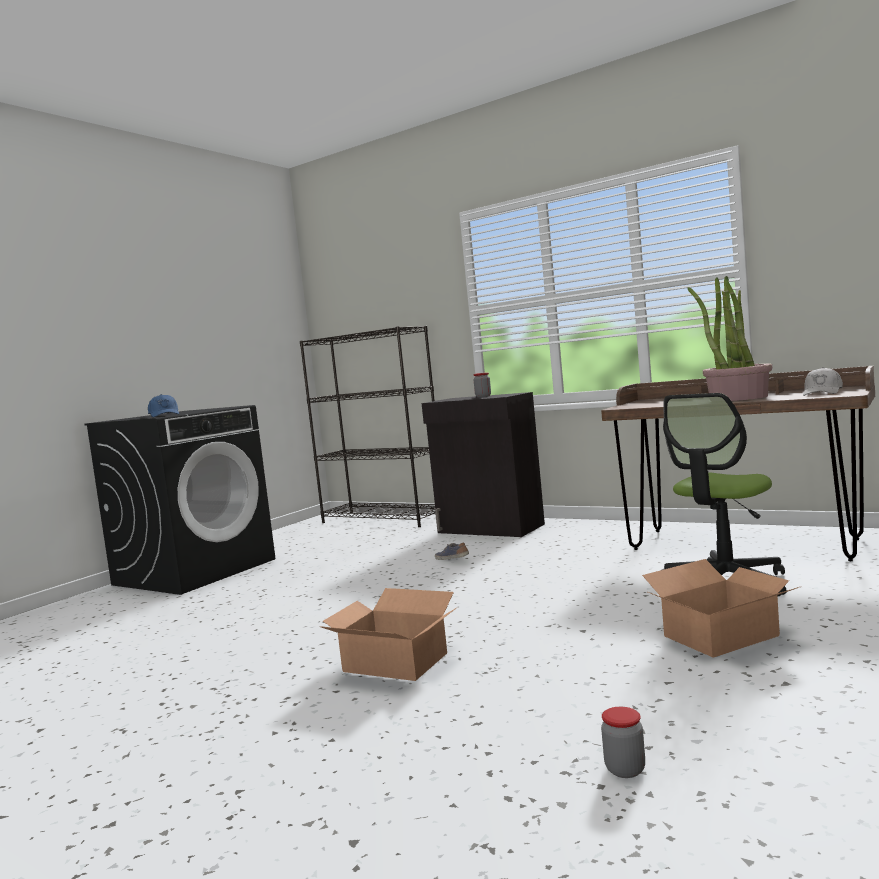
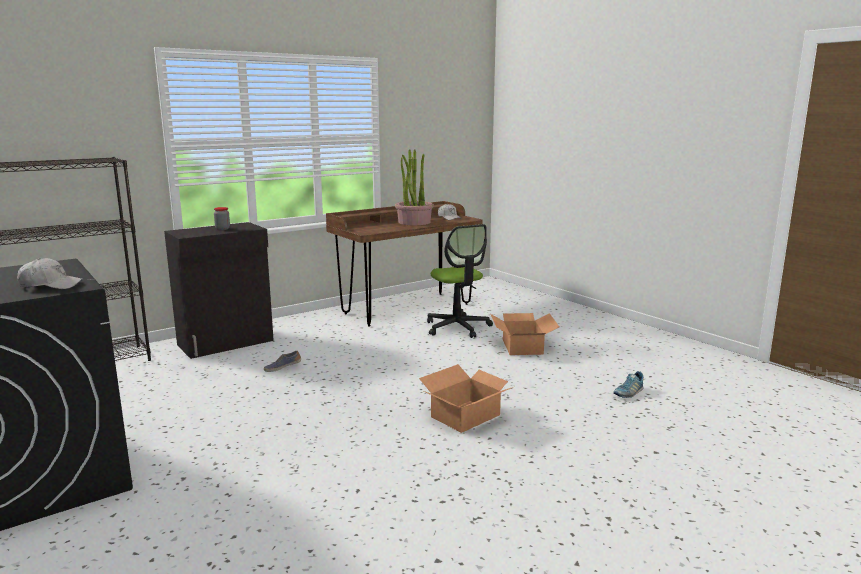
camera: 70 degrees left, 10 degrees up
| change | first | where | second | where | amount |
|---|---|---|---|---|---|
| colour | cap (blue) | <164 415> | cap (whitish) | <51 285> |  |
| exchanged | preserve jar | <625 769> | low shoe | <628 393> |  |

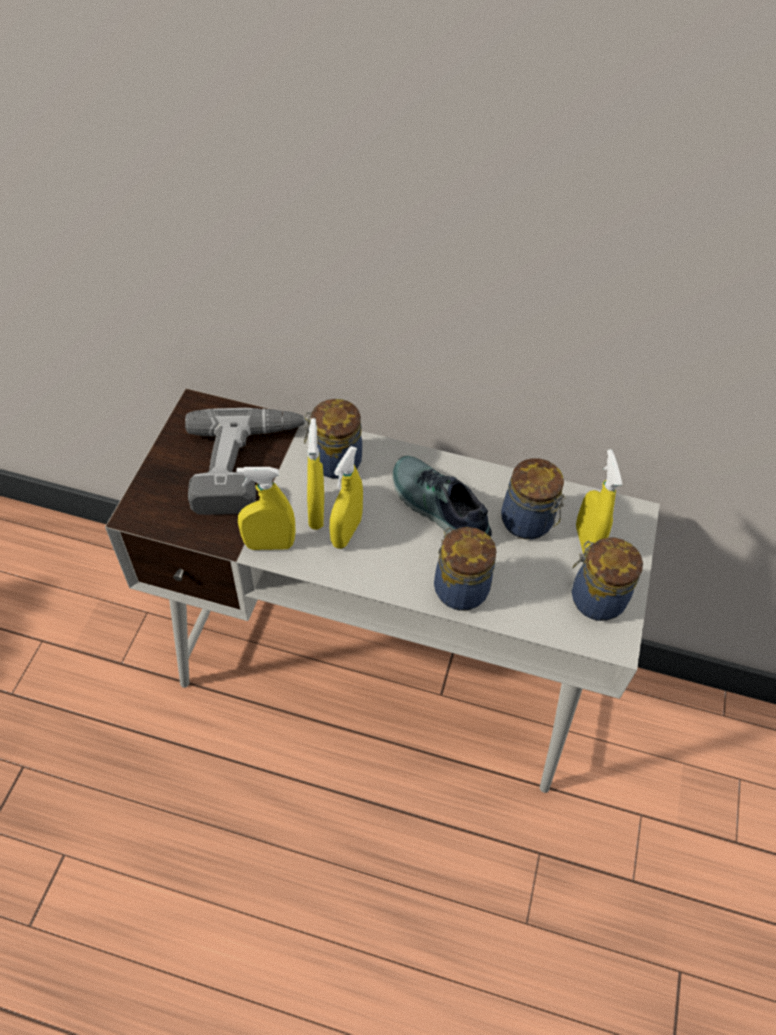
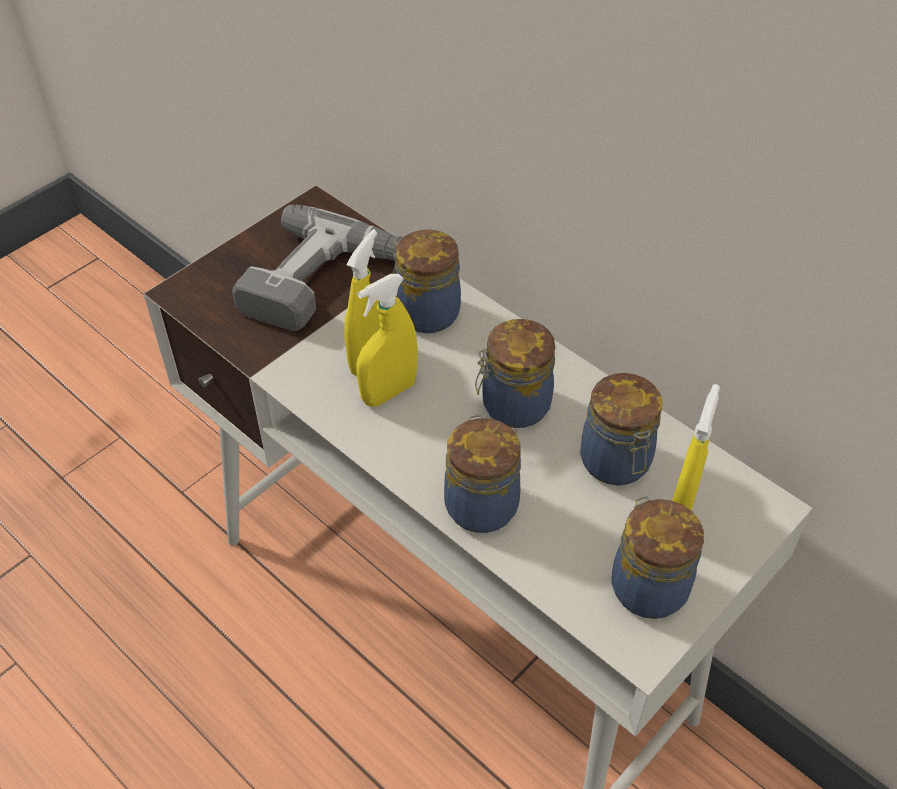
camera: 30 degrees right, 5 degrees down
| change | first | where | second | where | amount |
|---|---|---|---|---|---|
| exchanged | low shoe | <437 508> | preserve jar | <512 406> |  |
| missing | spray bottle (yellow) | <269 544> |  |  |  |

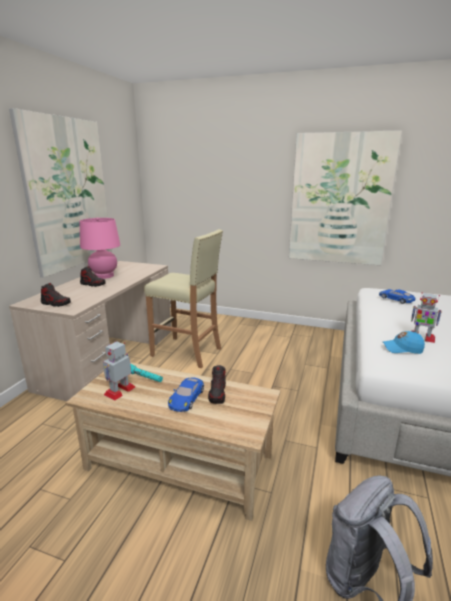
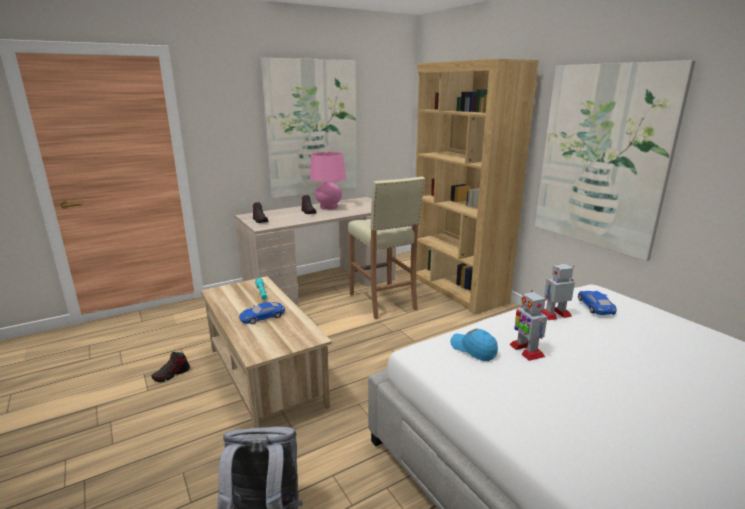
camera: 40 degrees right, 0 degrees up
| change | first | where | second | where | amount |
|---|---|---|---|---|---|
| relocated | model robot | <120 390> |  | <555 314> |  |
| relocated | low shoe | <218 393> |  | <171 374> |  |
| appeared |  |  | bookcase (brownish) | <457 289> |  |

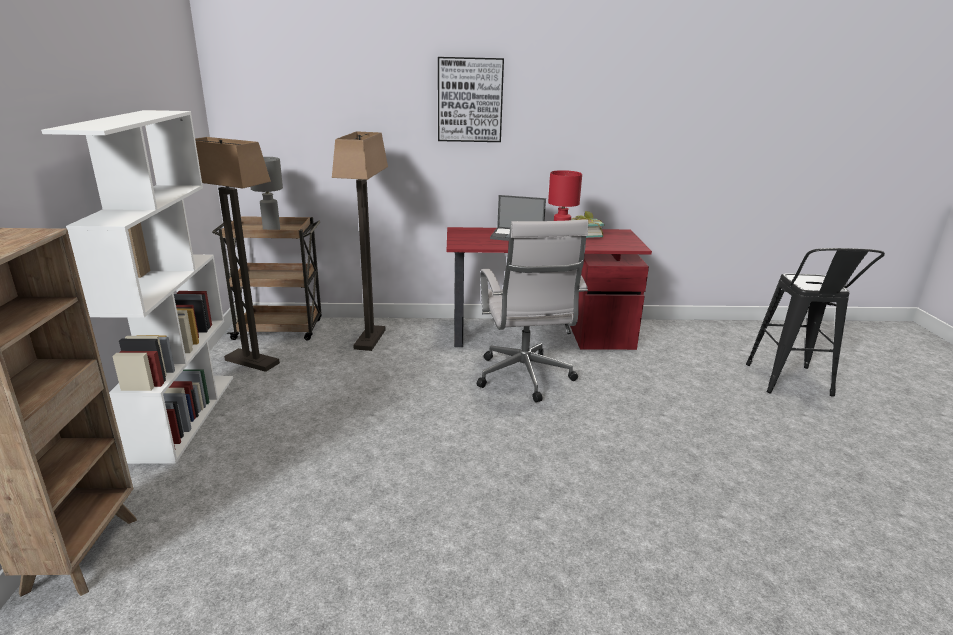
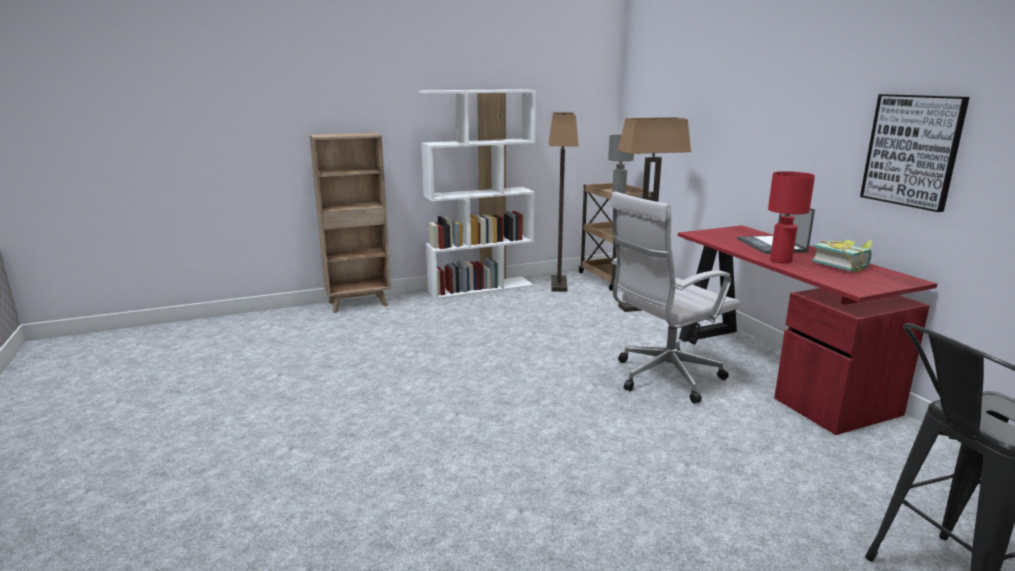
camera: 70 degrees right, 5 degrees down
| change | first | where | second | where | amount |
|---|---|---|---|---|---|
| relocated | picture | <470 100> |  | <912 150> |  |

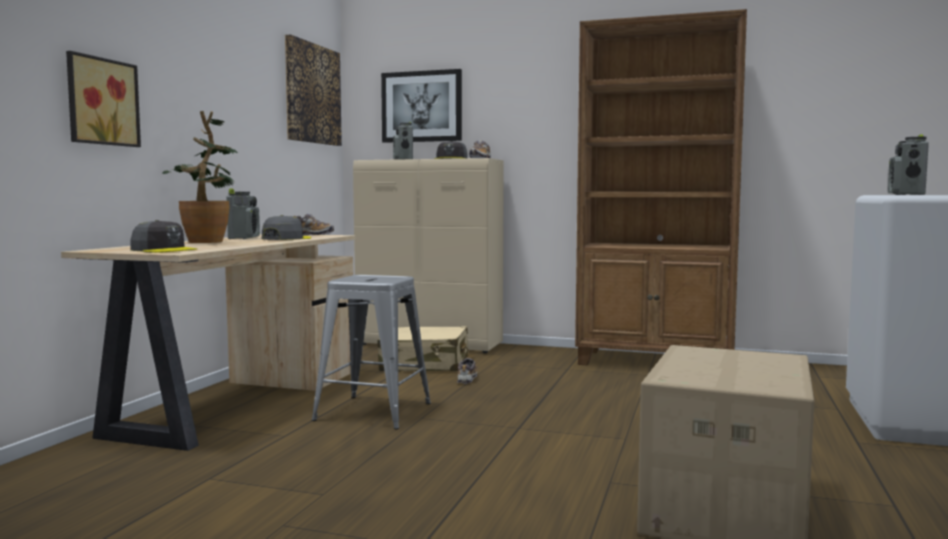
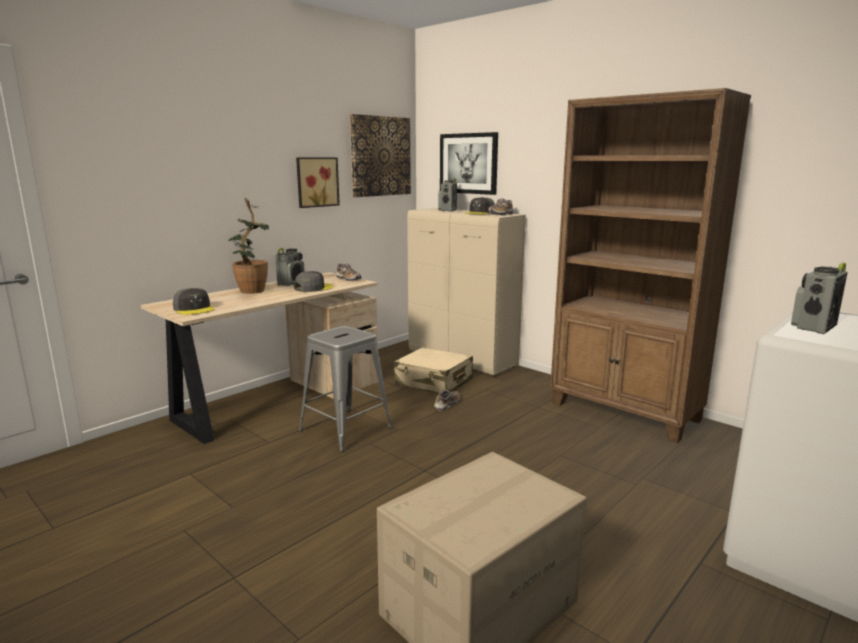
camera: 25 degrees right, 10 degrees up
| change | first | where | second | where | amount |
|---|---|---|---|---|---|
| relocated | picture | <100 102> |  | <316 182> |  |

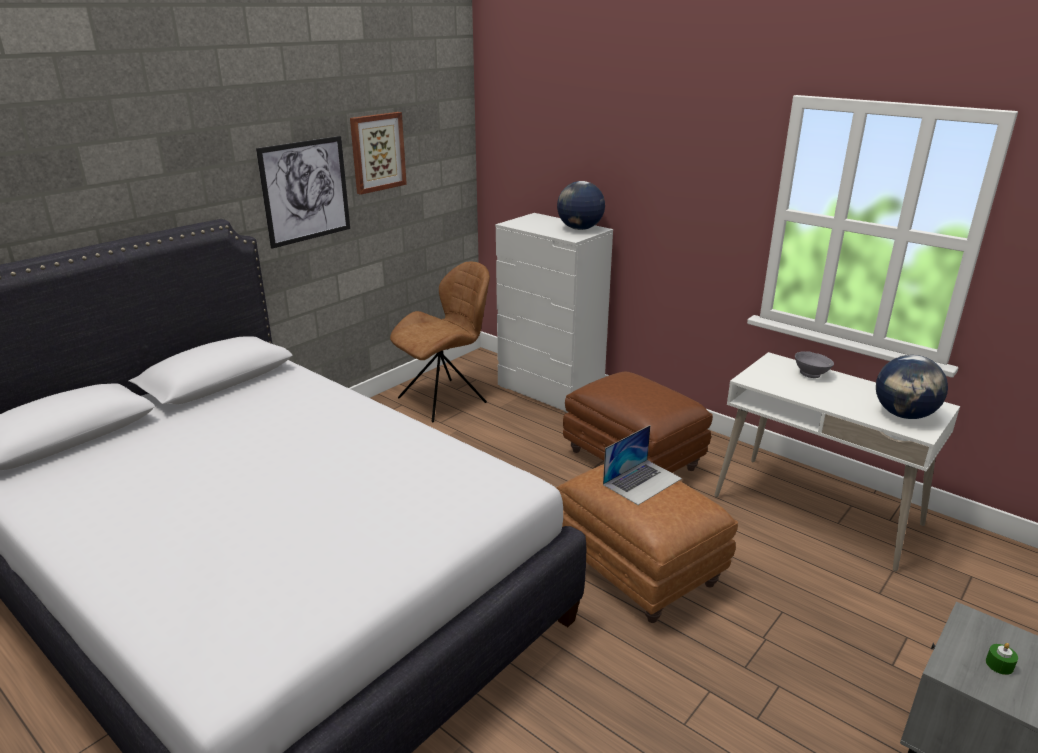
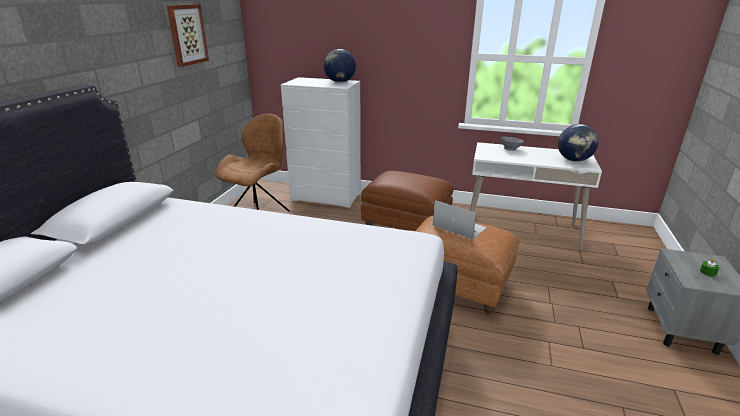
camera: 25 degrees left, 0 degrees up
| change | first | where | second | where | amount |
|---|---|---|---|---|---|
| missing | picture | <305 191> |  |  |  |
| spun | laptop | <642 481> |  | <459 226> | 75 degrees counterclockwise |

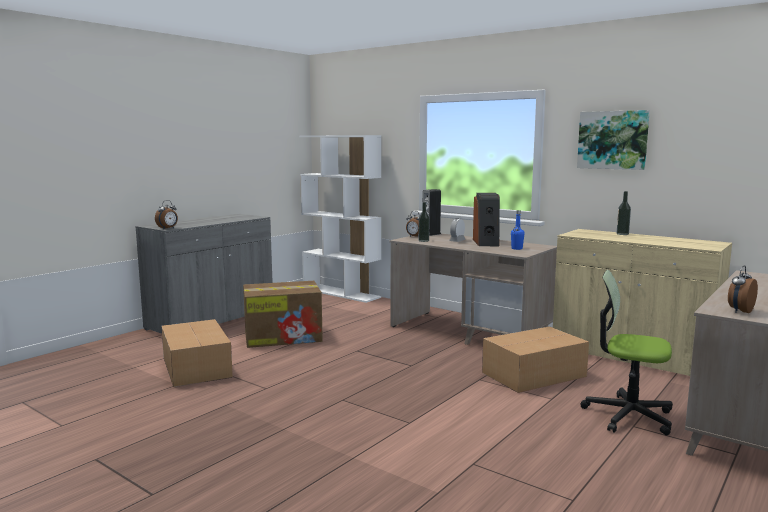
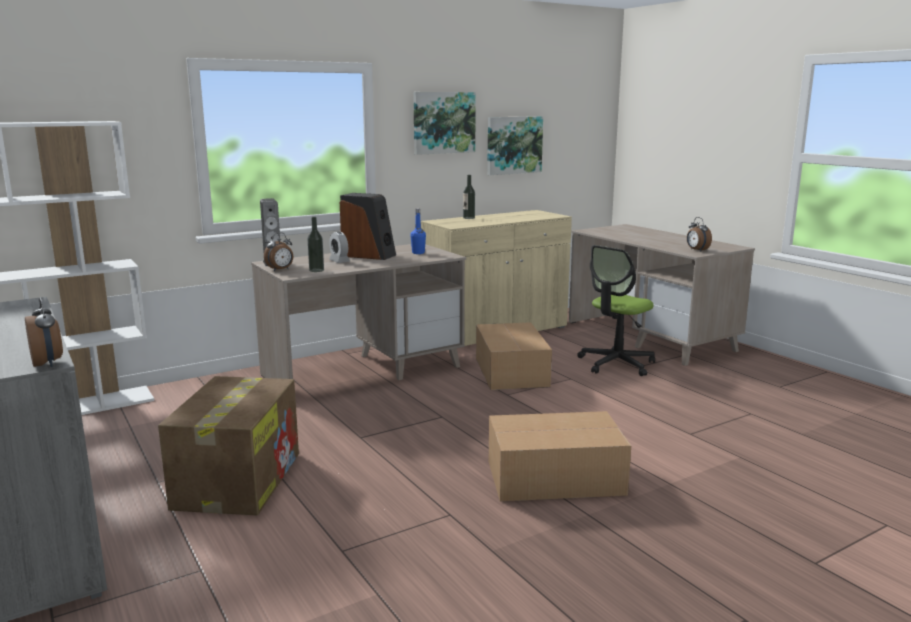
camera: 70 degrees left, 5 degrees up
| change | first | where | second | where | amount |
|---|---|---|---|---|---|
| relocated | cardboard box | <197 366> |  | <552 477> |  |
| appeared |  |  | picture | <513 145> |  |

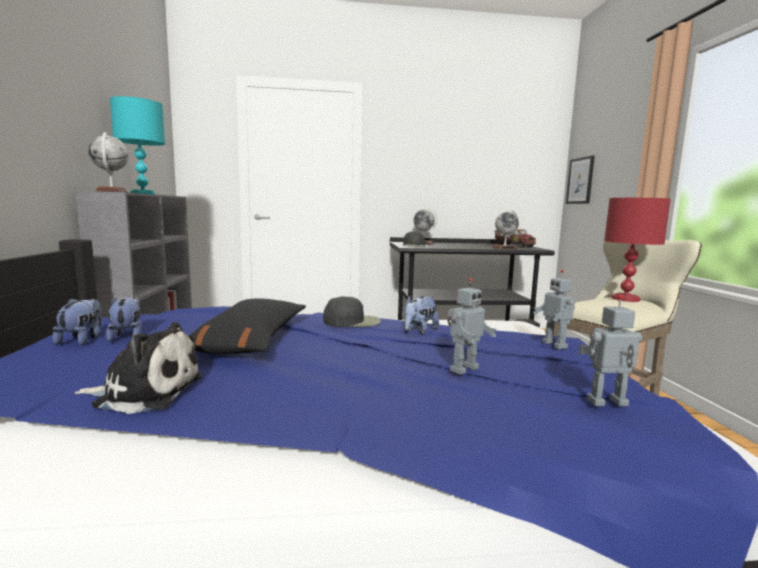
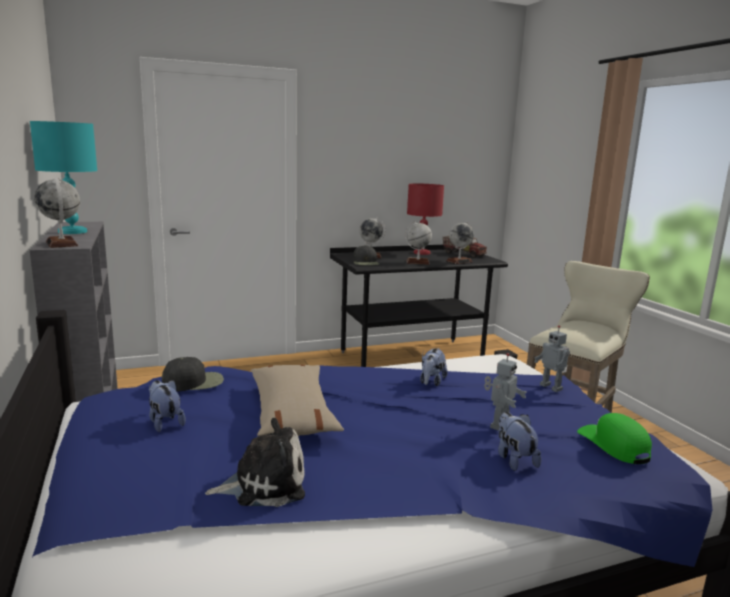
camera: 15 degrees left, 5 degrees up
| change | first | where | second | where | amount |
|---|---|---|---|---|---|
| missing | picture | <580 181> |  |  |  |
| relocated | tabletop lamp (red) | <626 299> |  | <422 253> |  |
| exchanged | model robot | <608 403> | cap (green) | <614 445> |  |
| relocated | cap (black-coloured) | <352 321> |  | <194 382> |  |
| relocated | cuddly toy | <82 340> |  | <514 459> |  |
| colour | throw pillow (black-coloured) | <250 340> | throw pillow (beige) | <292 413> |  |
| appeared |  |  | world globe | <417 262> |  |

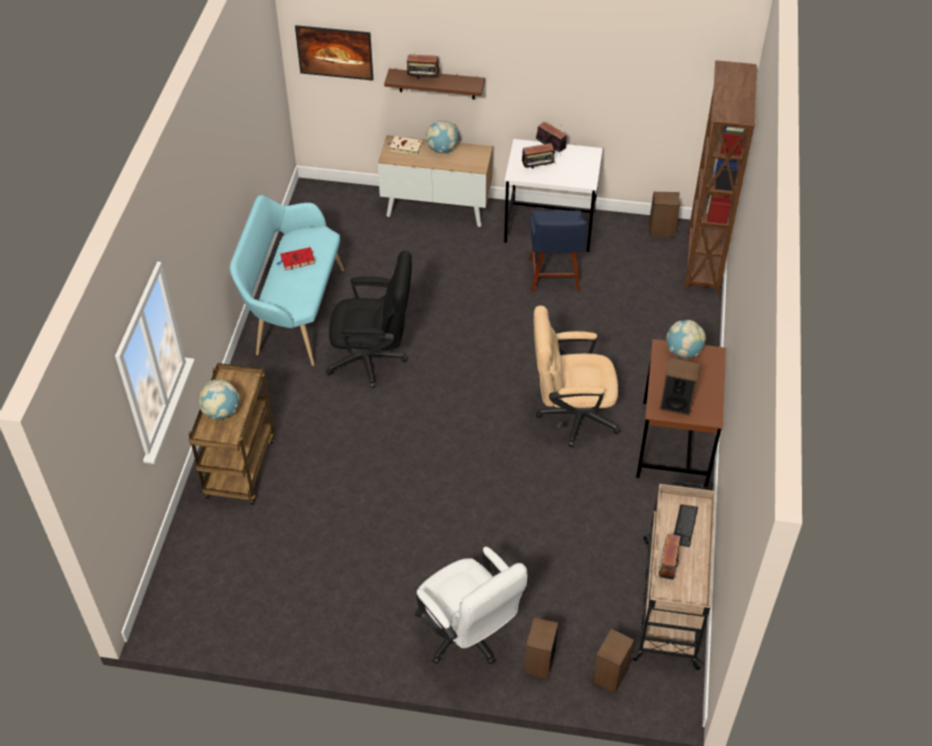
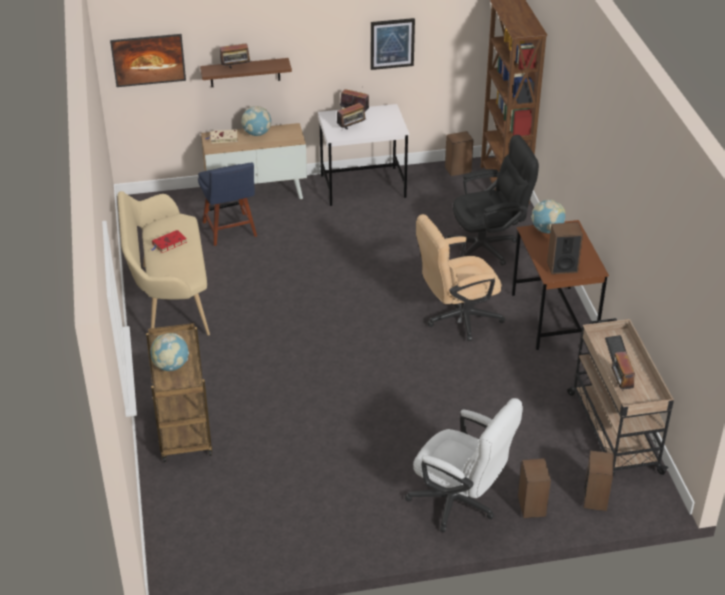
camera: 20 degrees left, 10 degrees down
| change | first | where | second | where | amount |
|---|---|---|---|---|---|
| colour | long seat (turquoise) | <294 312> | long seat (beige) | <169 298> |  |
| relocated | plain chair (blue) | <554 277> |  | <230 231> |  |
| relocated | computer chair (black-coloured) | <374 359> |  | <488 246> |  |
| appeared |  |  | picture | <392 43> |  |

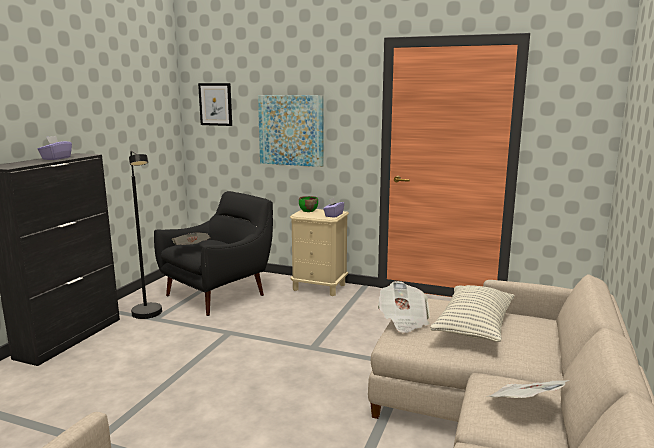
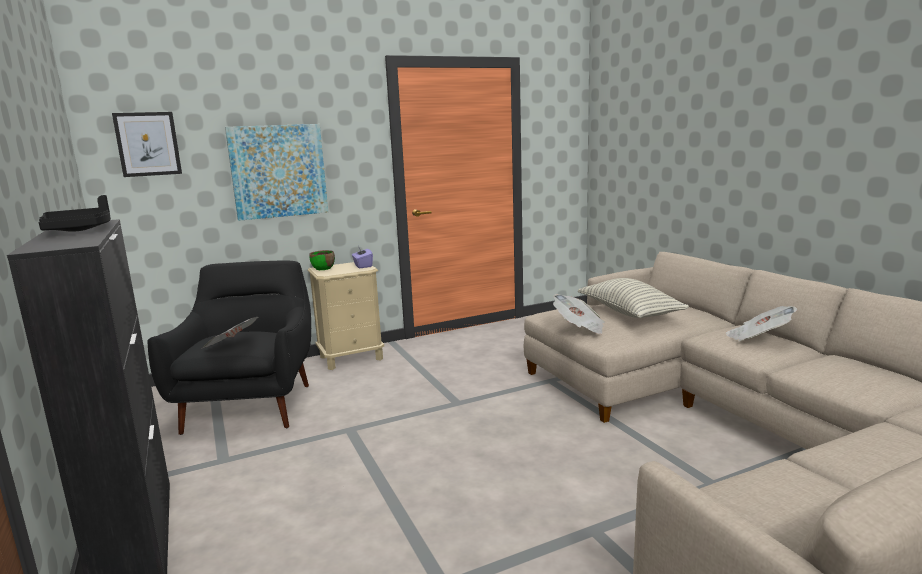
camera: 45 degrees left, 0 degrees up
| change | first | where | second | where | amount |
|---|---|---|---|---|---|
| exchanged | box of tissues (purplish) | <56 158> | tray (black-coloured) | <79 230> |  |
| missing | standard lamp (black-coloured) | <148 316> |  |  |  |

